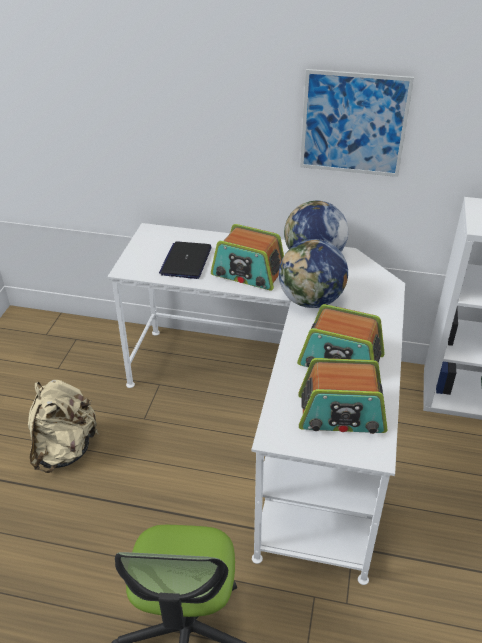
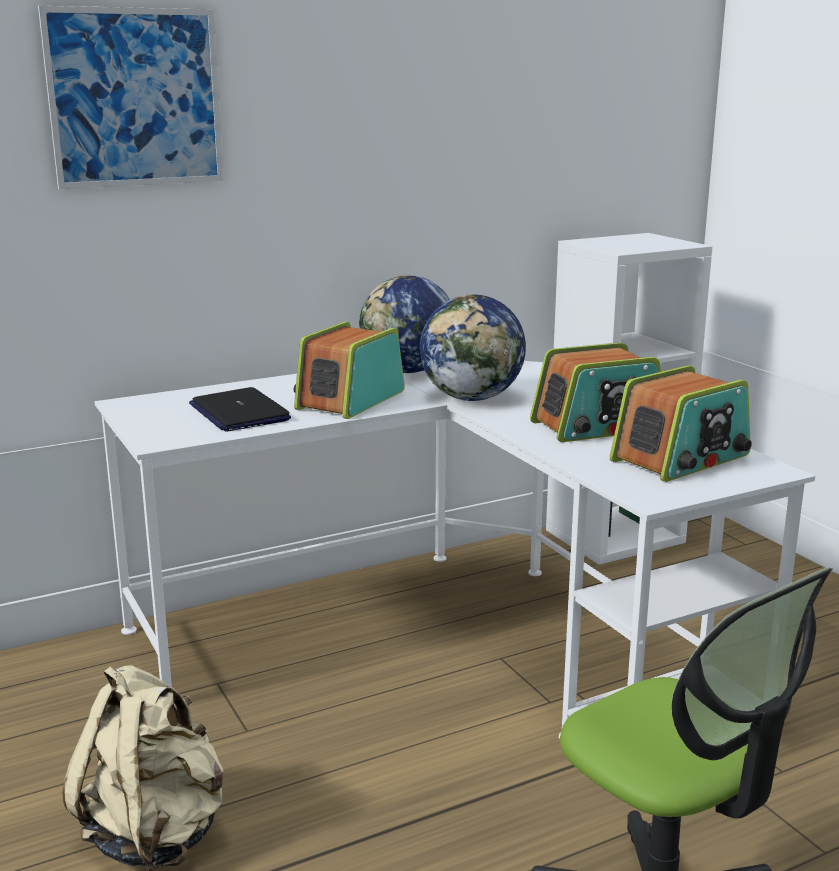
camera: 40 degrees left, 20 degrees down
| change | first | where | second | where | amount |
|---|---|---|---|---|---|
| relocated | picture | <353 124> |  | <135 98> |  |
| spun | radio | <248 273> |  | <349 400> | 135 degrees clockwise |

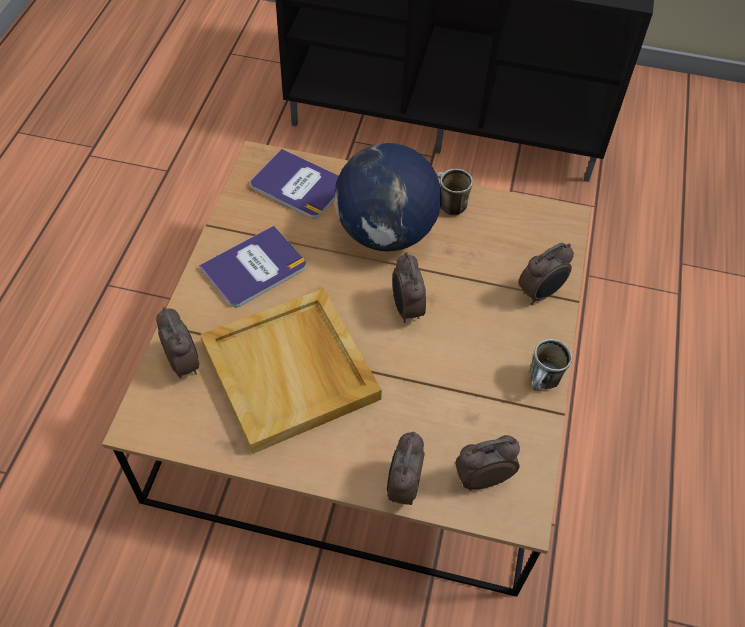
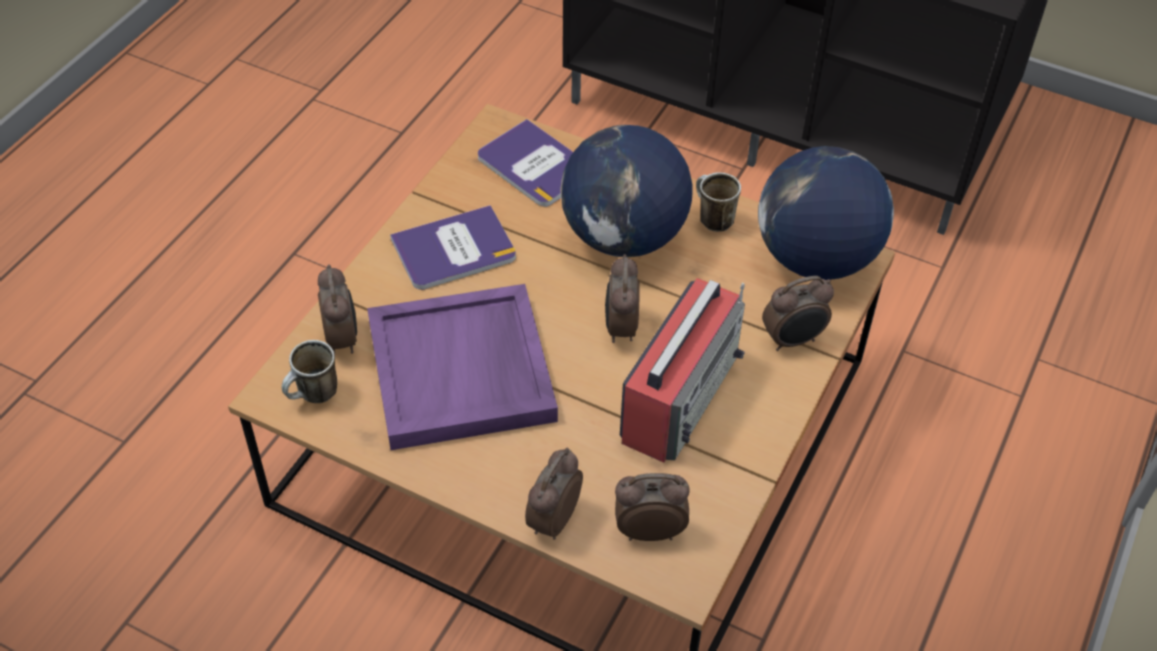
camera: 15 degrees right, 5 degrees down
| change | first | where | second | where | amount |
|---|---|---|---|---|---|
| colour | tray (beige) | <292 372> | tray (purplish) | <462 372> |  |
| relocated | tea mug | <543 383> |  | <314 397> |  |
| appeared |  |  | world globe | <815 259> |  |
| appeared |  |  | radio | <680 396> |  |

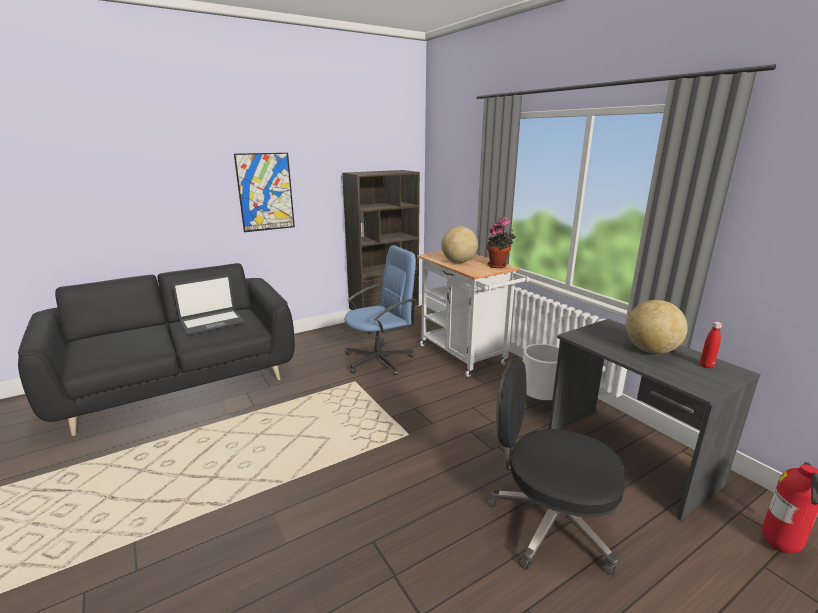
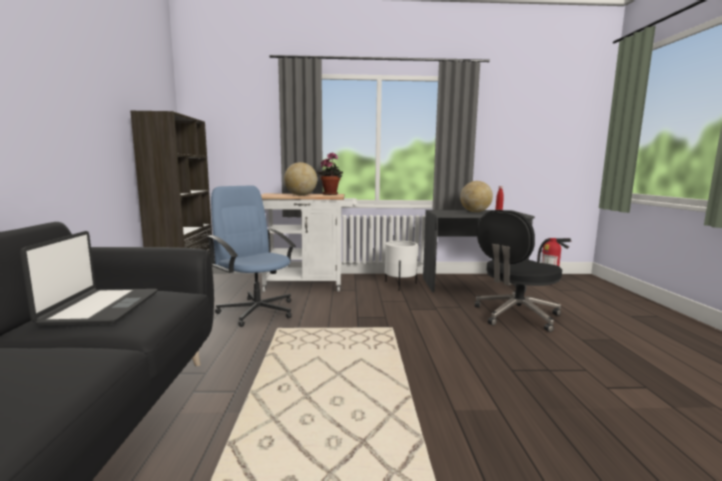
camera: 60 degrees left, 10 degrees down
| change | first | where | second | where | amount |
|---|---|---|---|---|---|
| missing | picture | <265 192> |  |  |  |
| spun | computer chair (blue) | <379 360> |  | <257 310> | 45 degrees counterclockwise |

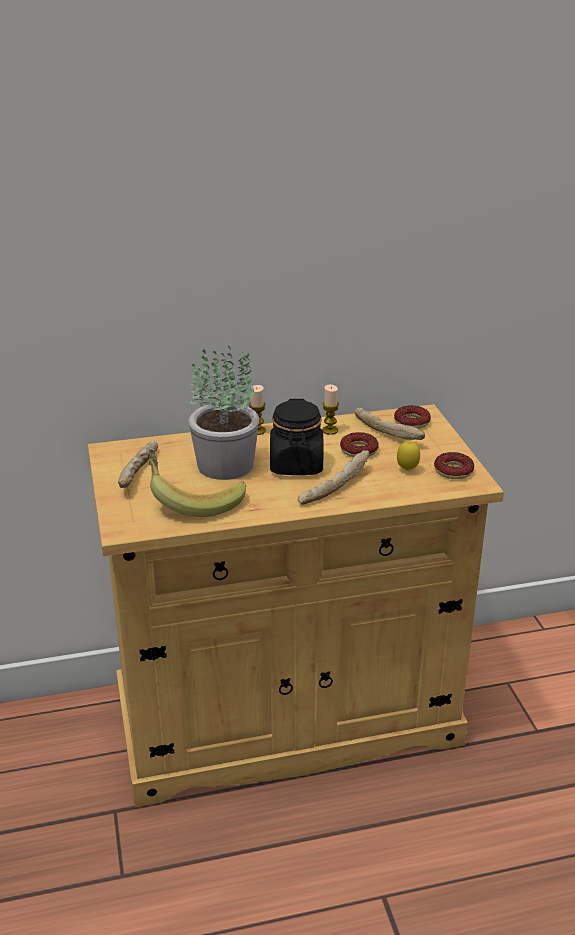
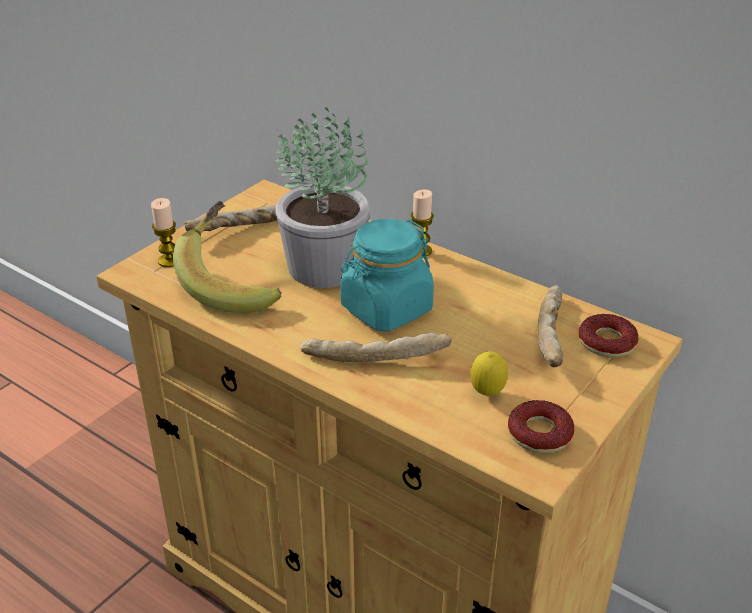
camera: 50 degrees right, 5 degrees up
| change | first | where | second | where | amount |
|---|---|---|---|---|---|
| relocated | wax light | <330 430> |  | <169 261> |  |
| colour | preserve jar (black-coloured) | <296 465> | preserve jar (turquoise) | <386 309> |  |
| missing | doughnut | <359 450> |  |  |  |

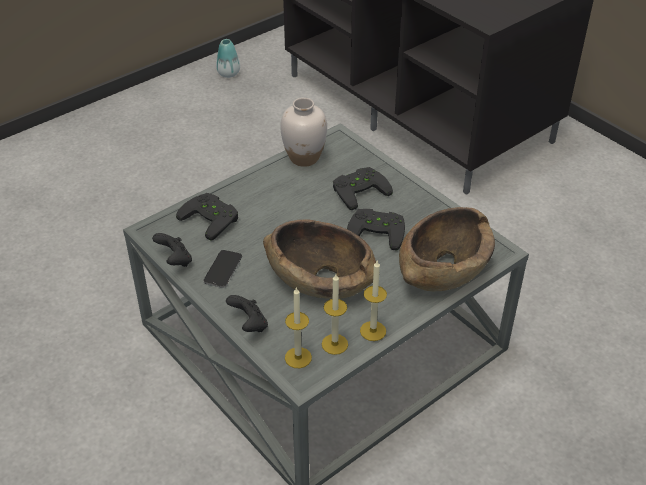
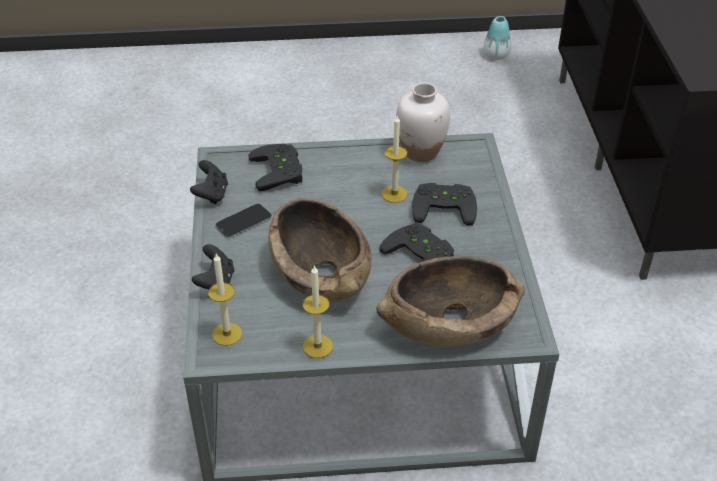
camera: 35 degrees right, 0 degrees up
| change | first | where | second | where | amount |
|---|---|---|---|---|---|
| relocated | wax light | <334 344> |  | <394 194> |  |

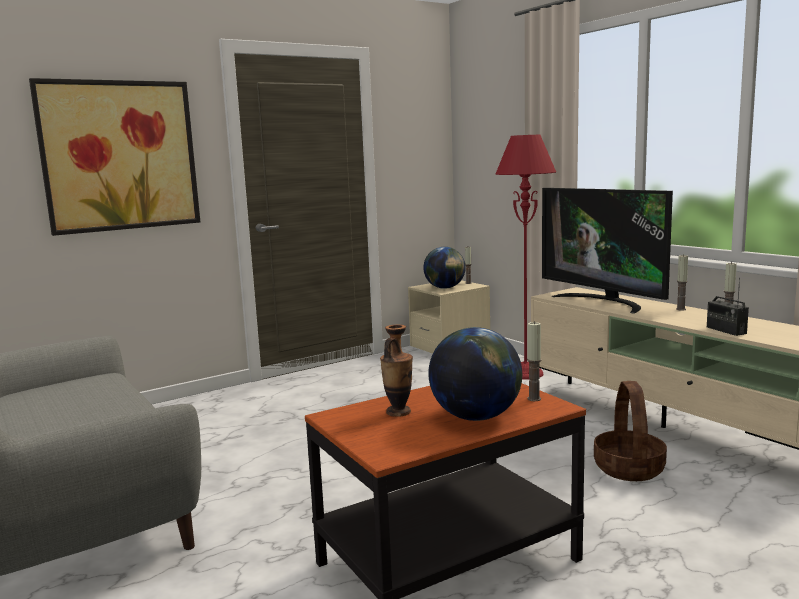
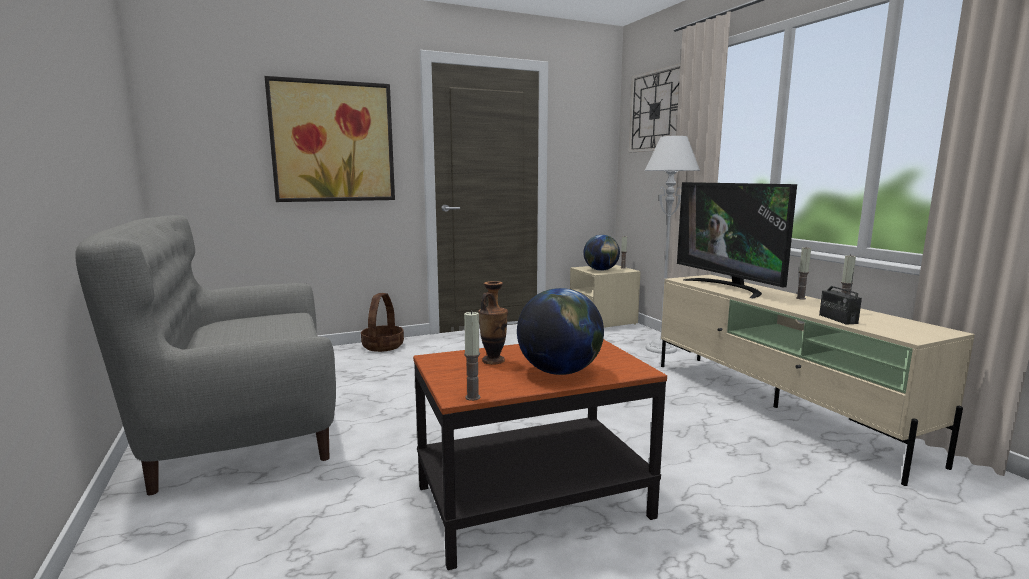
camera: 10 degrees right, 0 degrees up
| change | first | where | second | where | amount |
|---|---|---|---|---|---|
| colour | standard lamp (red) | <525 374> | standard lamp (grey) | <661 348> |  |
| relocated | wax light | <534 399> |  | <472 397> |  |
| relocated | basket | <629 468> |  | <383 346> |  |
| appeared |  |  | clock on the wall | <656 111> |  |

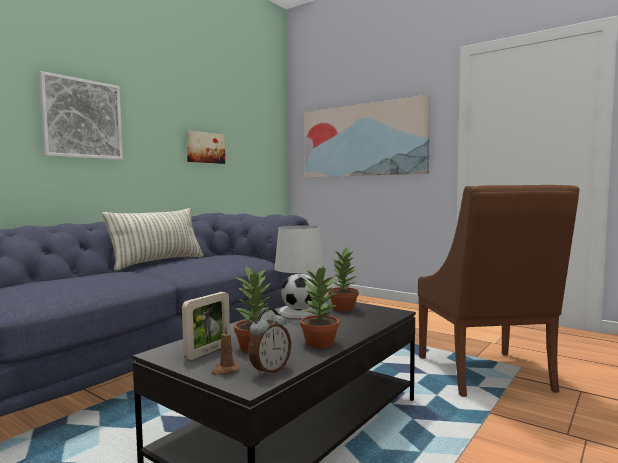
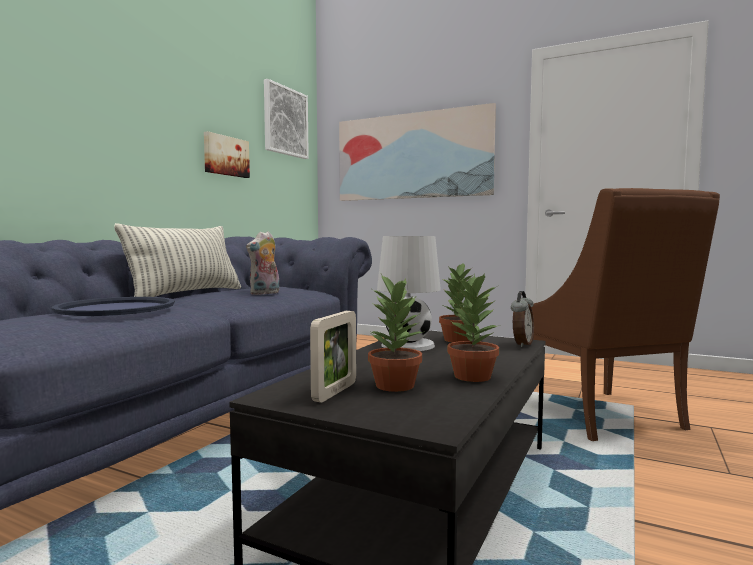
camera: 10 degrees left, 0 degrees up
| change | first | where | second | where | amount |
|---|---|---|---|---|---|
| relocated | picture | <82 119> |  | <285 121> |  |
| relocated | bedside clock | <269 370> |  | <521 344> |  |
| missing | wax light (brownish) | <225 371> |  |  |  |
| appeared |  |  | cuddly toy | <265 293> |  |
| appeared |  |  | tray (blue) | <116 308> |  |

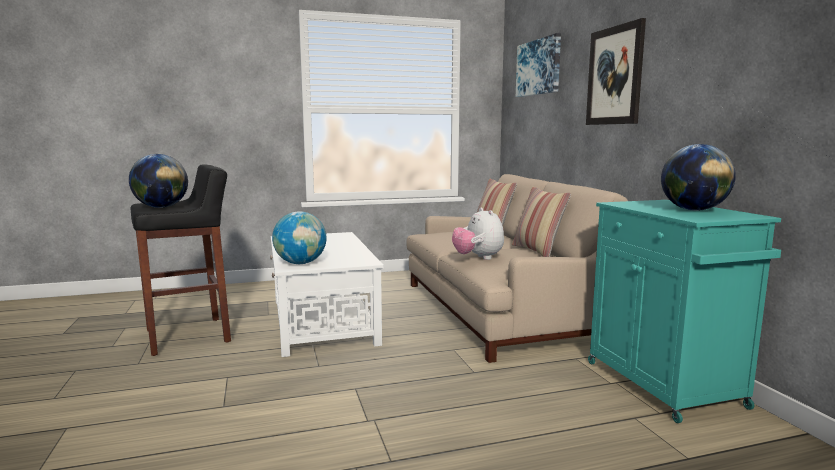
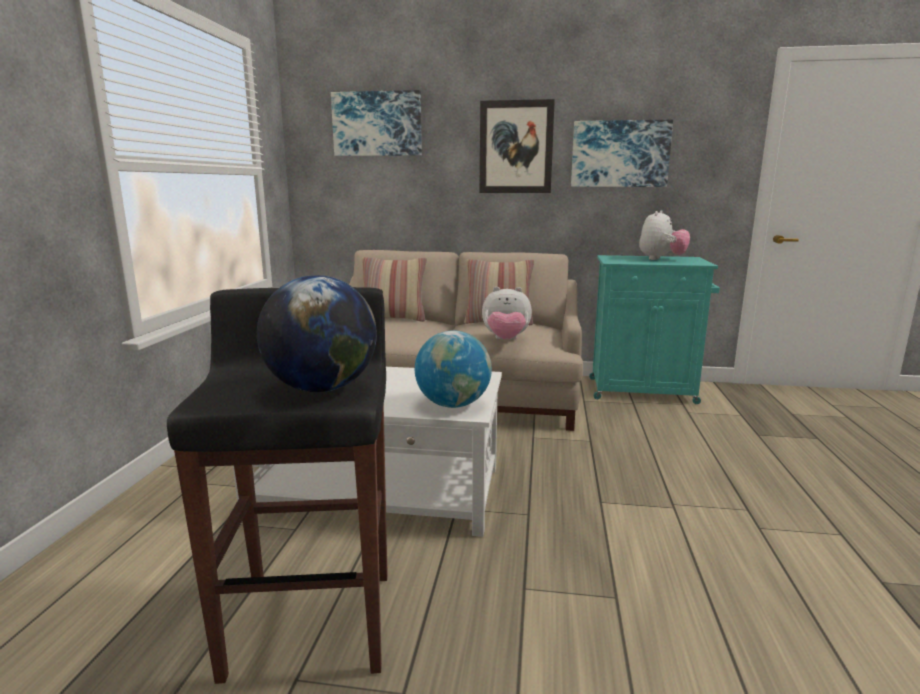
camera: 65 degrees left, 5 degrees up
| change | first | where | second | where | amount |
|---|---|---|---|---|---|
| exchanged | world globe | <693 210> | cuddly toy | <661 259> |  |
| appeared |  |  | picture | <620 154> |  |

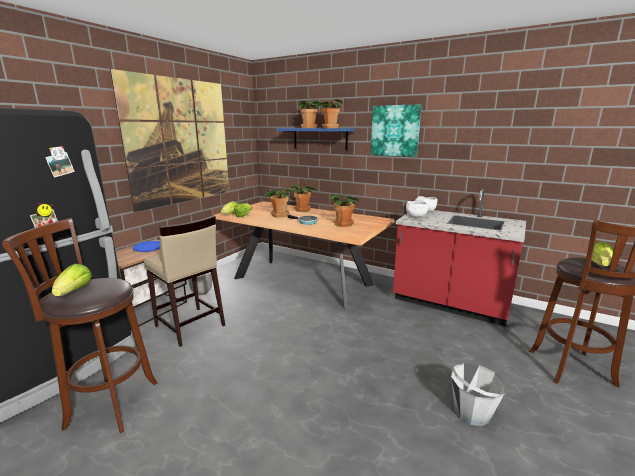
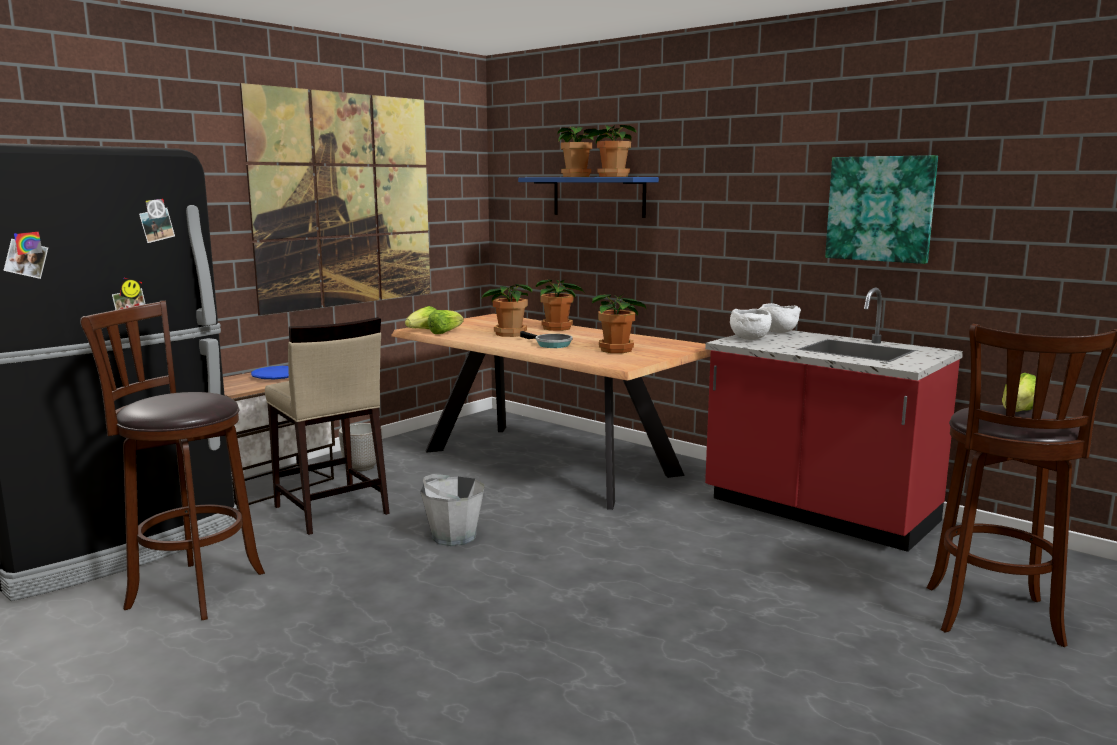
camera: 10 degrees right, 5 degrees down
| change | first | where | second | where | amount |
|---|---|---|---|---|---|
| relocated | picture | <395 131> |  | <880 209> |  |
| missing | head of lettuce | <74 291> |  |  |  |
| relocated | water bucket (grey) | <471 412> |  | <453 536> |  |

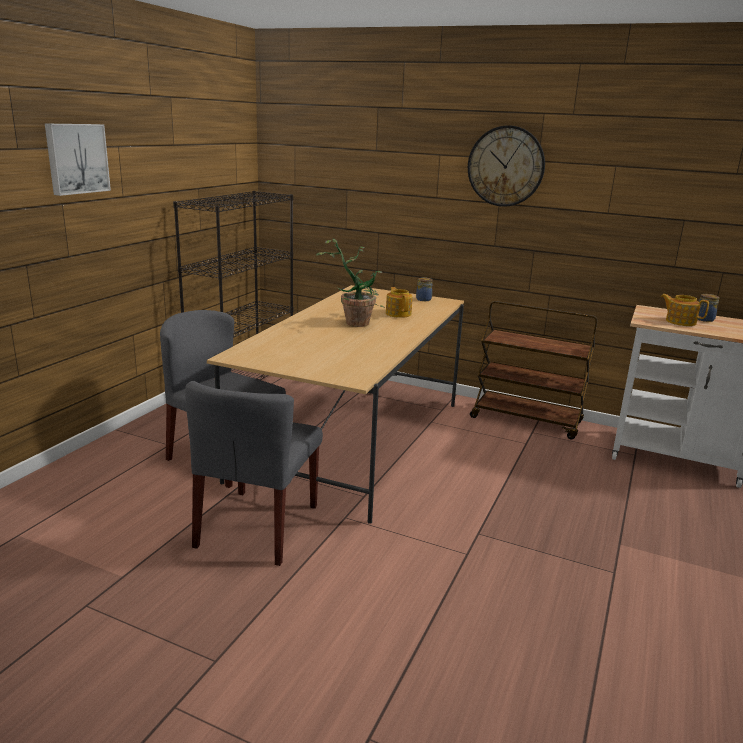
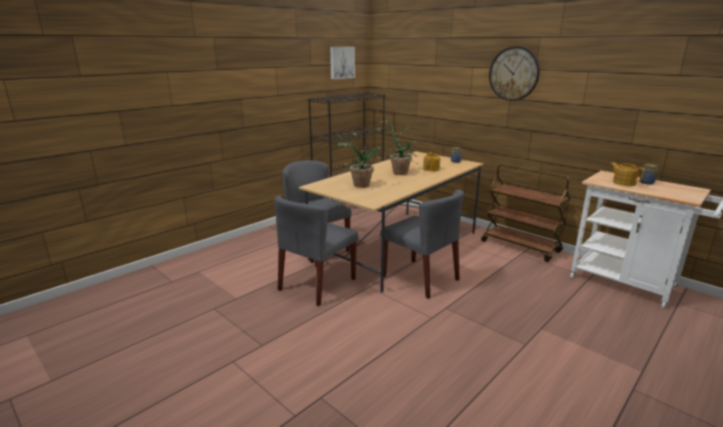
camera: 20 degrees right, 0 degrees up
| change | first | where | second | where | amount |
|---|---|---|---|---|---|
| relocated | picture | <76 158> |  | <341 62> |  |
| appeared |  |  | potted plant | <357 185> |  |
| appeared |  |  | plain chair (grey) | <420 278> |  |

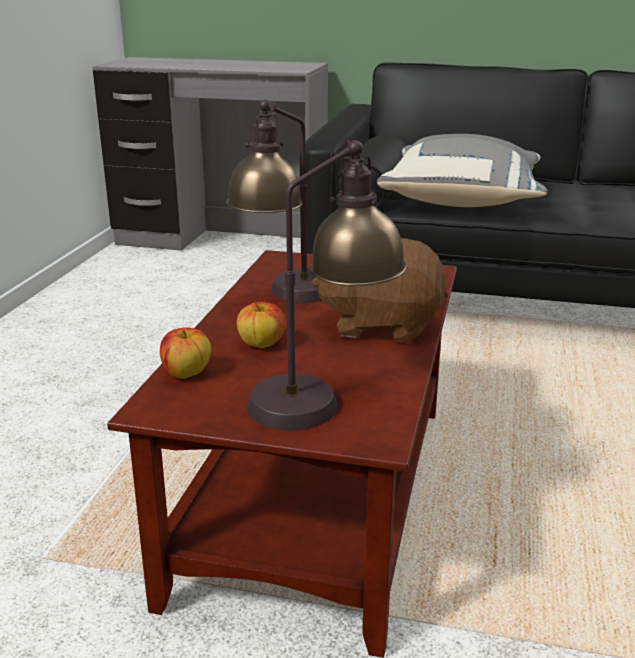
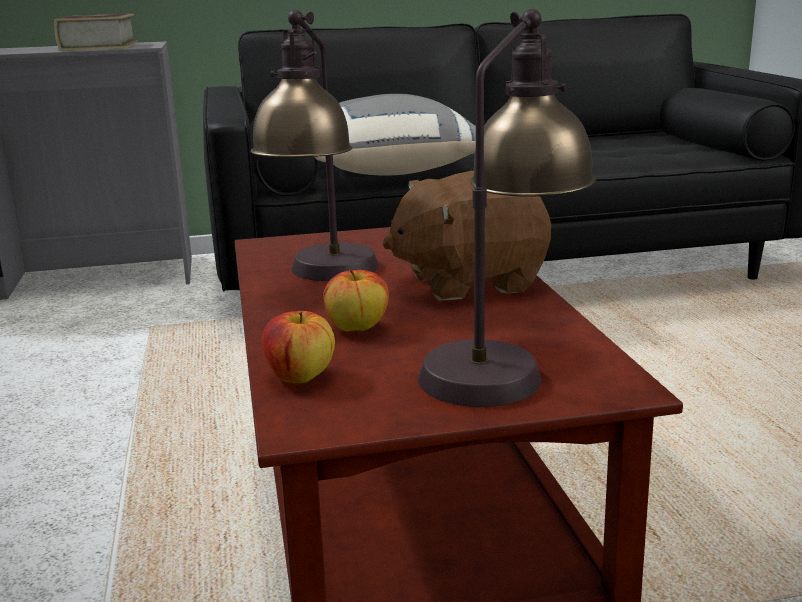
camera: 25 degrees left, 5 degrees down
| change | first | where | second | where | amount |
|---|---|---|---|---|---|
| appeared |  |  | bound book | <99 46> |  |

